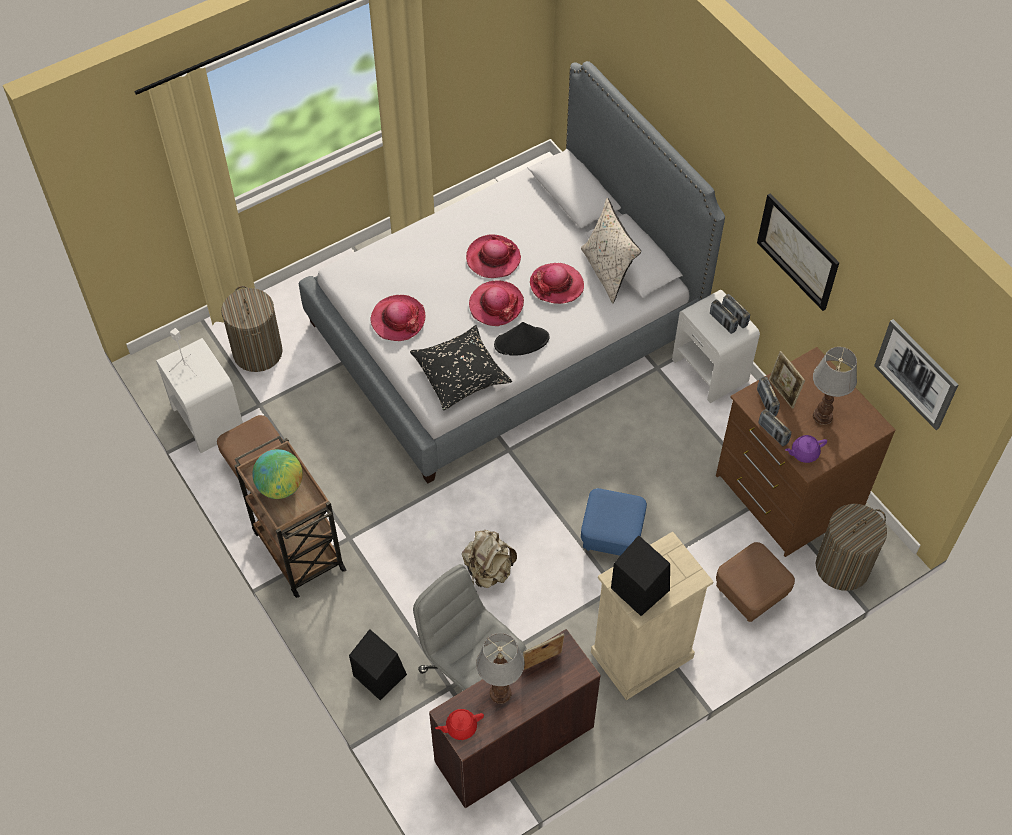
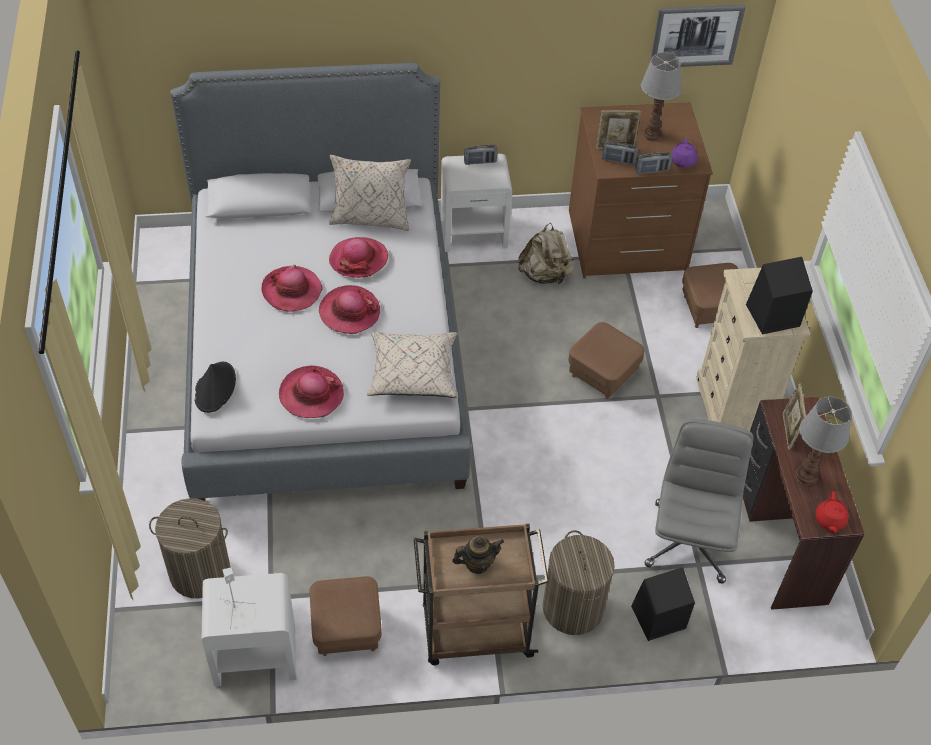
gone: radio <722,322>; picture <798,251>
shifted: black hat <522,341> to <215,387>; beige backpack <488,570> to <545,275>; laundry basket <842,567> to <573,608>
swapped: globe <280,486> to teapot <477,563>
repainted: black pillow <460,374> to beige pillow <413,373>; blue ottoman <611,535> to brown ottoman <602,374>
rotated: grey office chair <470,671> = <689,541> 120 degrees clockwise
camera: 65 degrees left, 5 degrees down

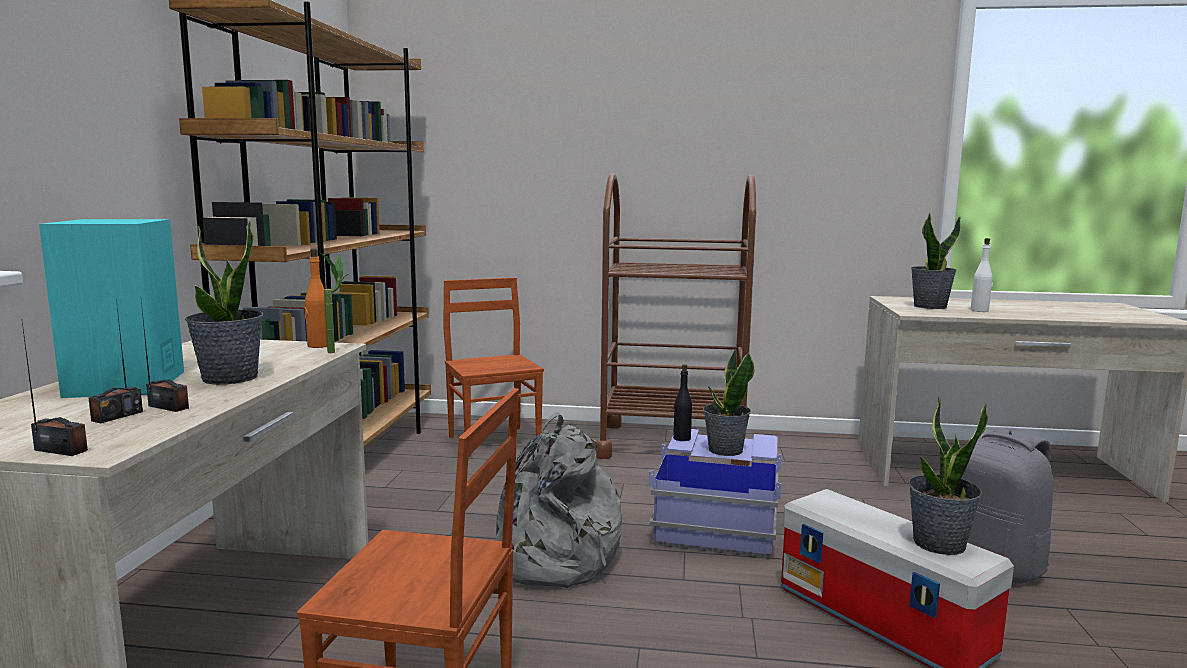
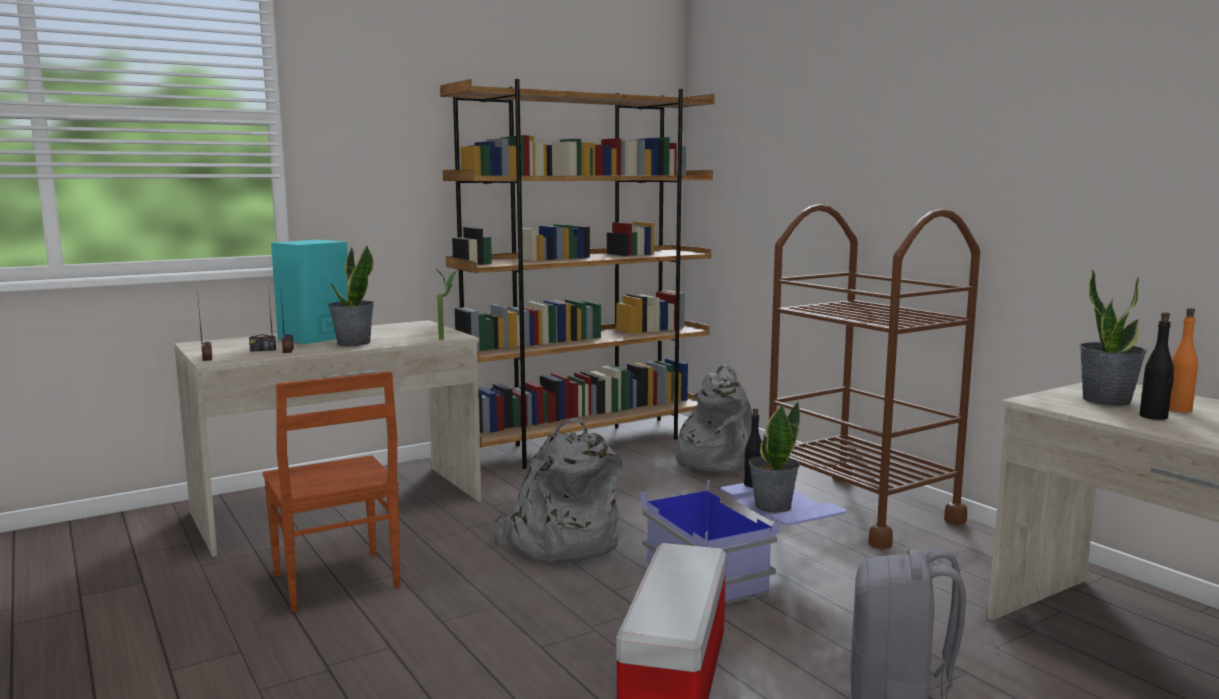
gone: potted plant <939,544>
shifted: orange bottle <318,345> to <1177,409>
swapped: brown chair <495,441> to grey backpack <715,460>
repainted: white bottle <979,310> to black bottle <1154,417>
camera: 50 degrees right, 0 degrees up

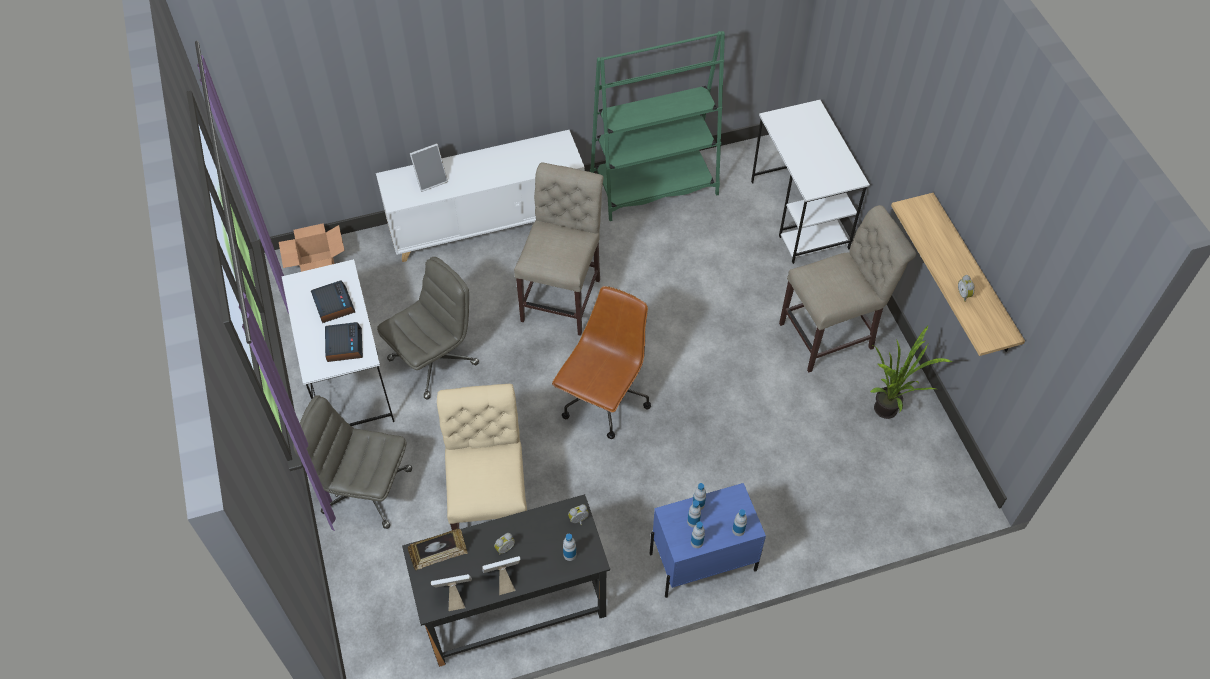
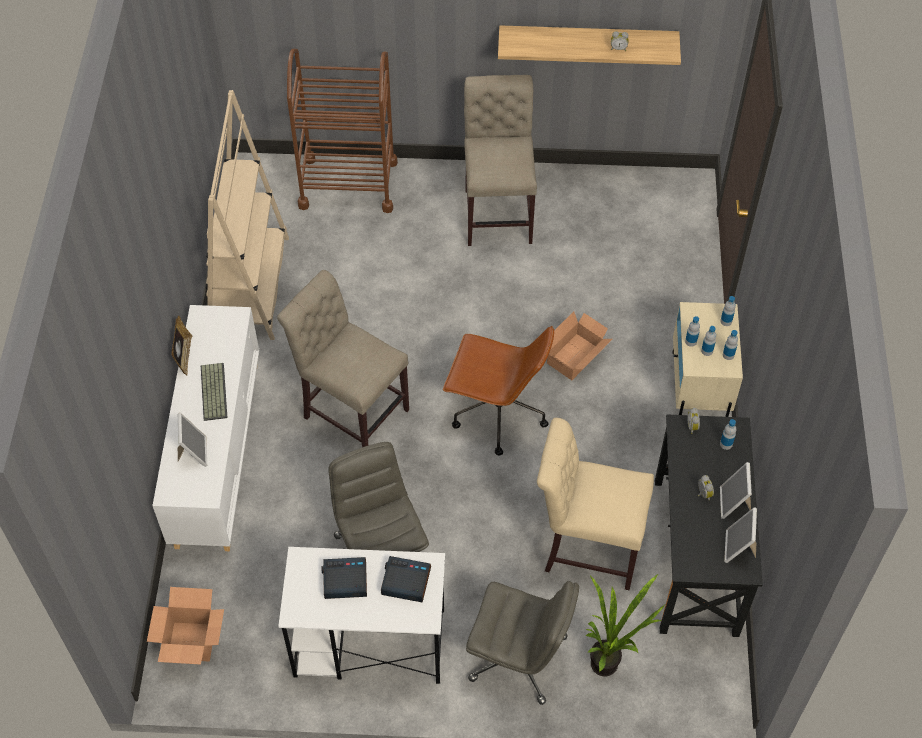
new: keyboard <212,391>; cardboard box <576,357>
shifted: picture frame <439,557> to <184,356>; potted plant <888,414> to <610,663>
swapped: white desk <799,215> to brown cart <348,184>
repainted: green bookcase <654,187> to beige bookcase <249,287>; blue nightstand <702,561> to beige nightstand <697,391>
rotated: brown office chair <604,401> = <497,414> 150 degrees clockwise; grey office chair <366,490> = <519,658> 105 degrees counterclockwise
camera: 70 degrees left, 0 degrees up

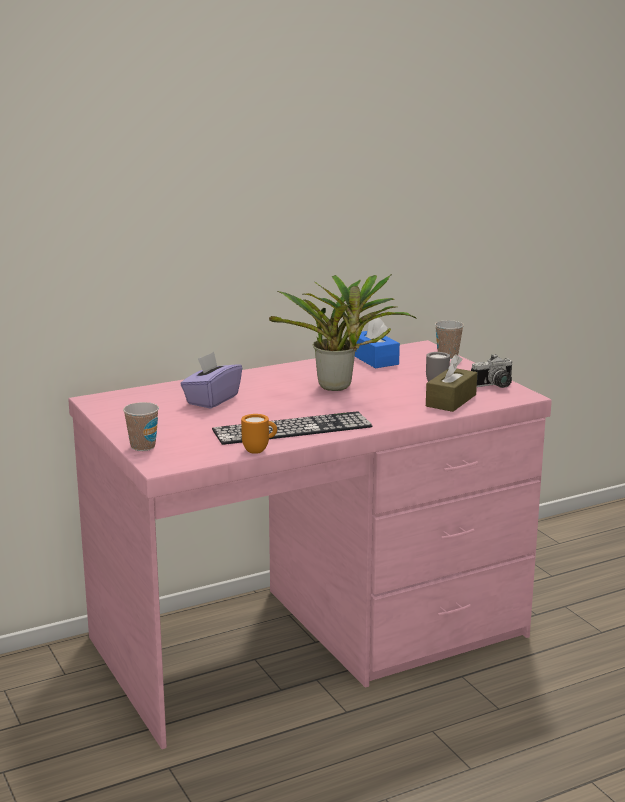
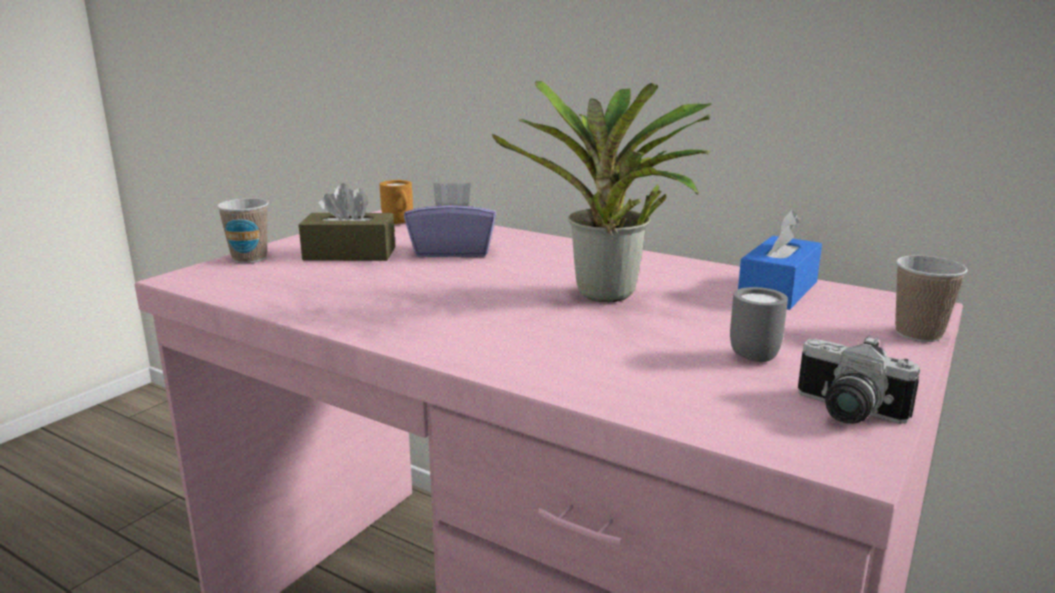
gone: keyboard <292,428>
shifted: brown tissue box <451,400> to <349,254>; orange mug <259,450> to <399,223>
camera: 60 degrees right, 0 degrees up

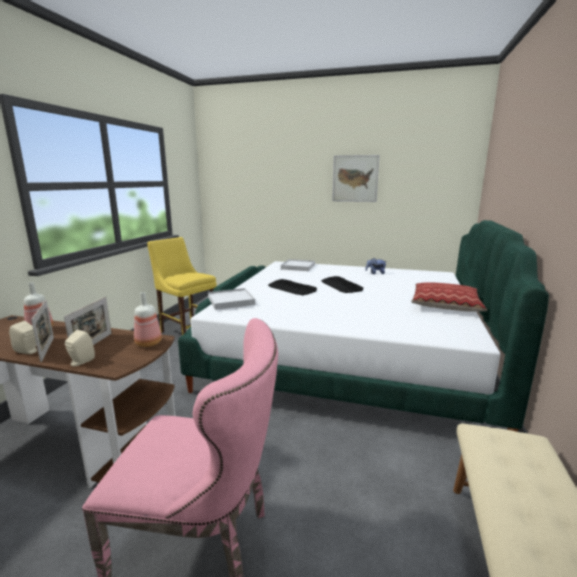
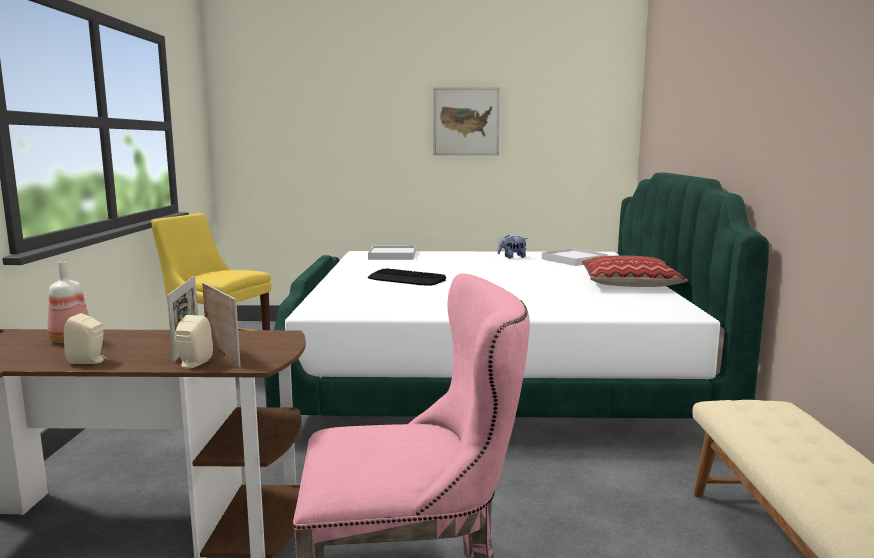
gone: bottle <149,344>; keyboard <341,285>
shifted: picture frame <47,349> to <222,354>; white tray <231,301> to <574,260>
camera: 15 degrees left, 5 degrees down

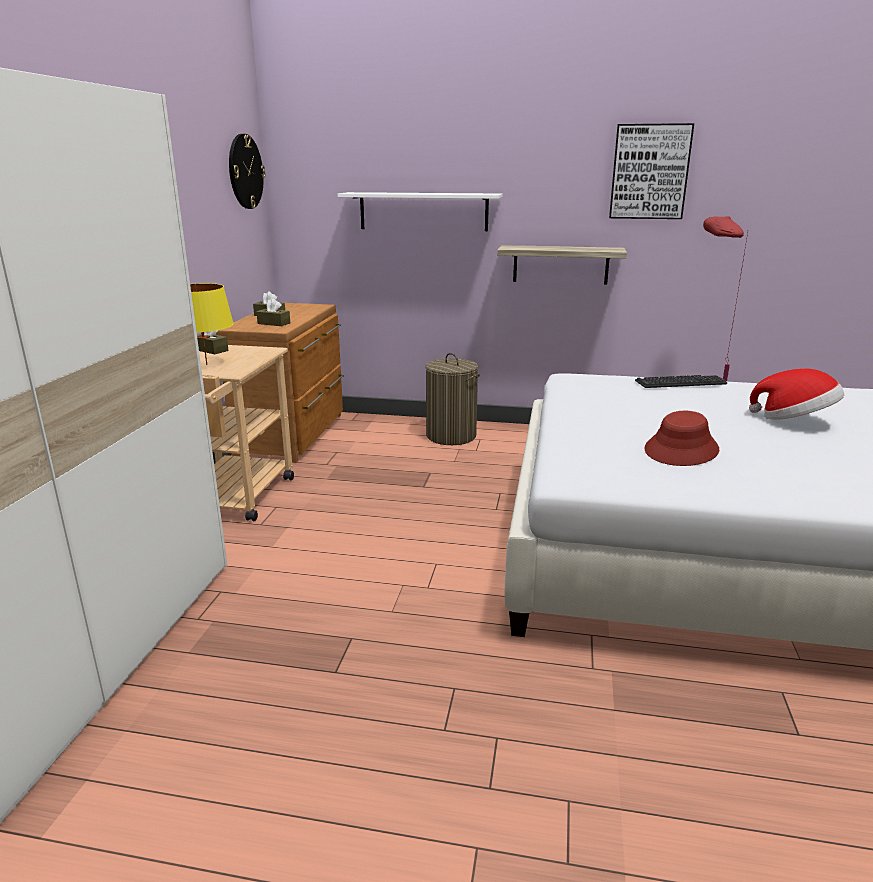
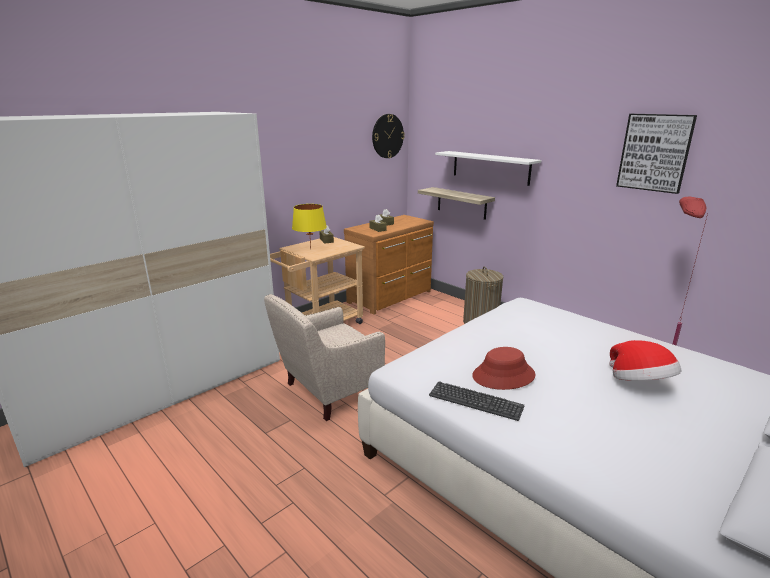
new: beige armchair <327,391>
shifted: shelf <560,264> to <461,203>; keyboard <680,383> to <475,401>
camera: 35 degrees right, 0 degrees up

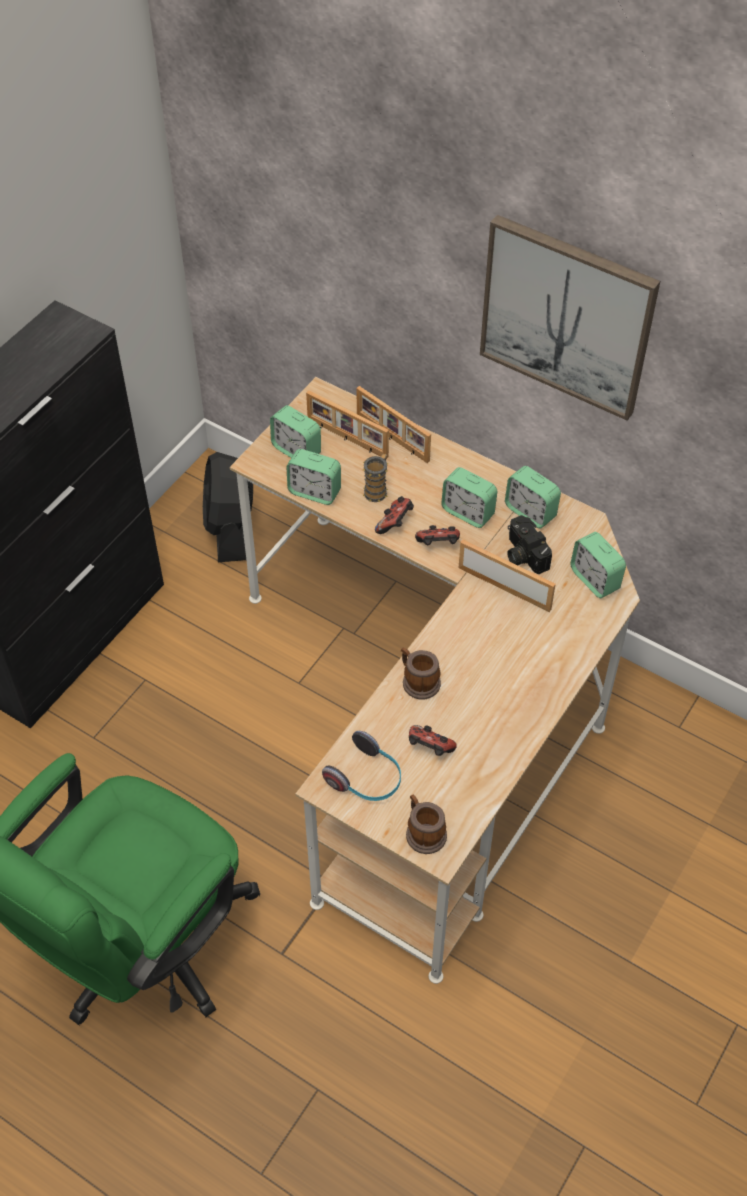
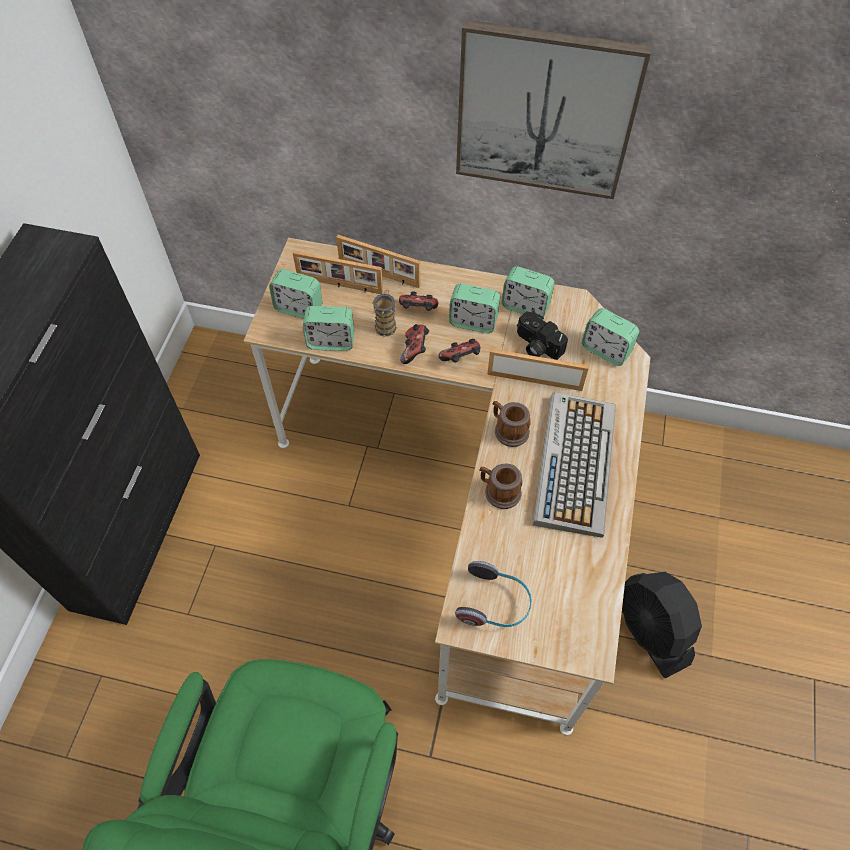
new: keyboard <574,462>
shifted: game controller <429,748> to <418,310>; mug <423,832> to <508,430>; black fan <230,527> to <650,630>
camera: 20 degrees left, 5 degrees up

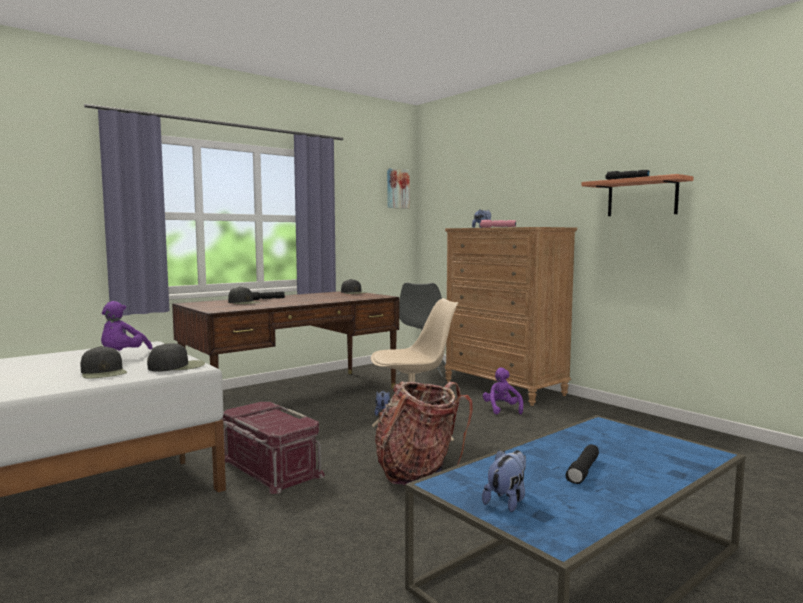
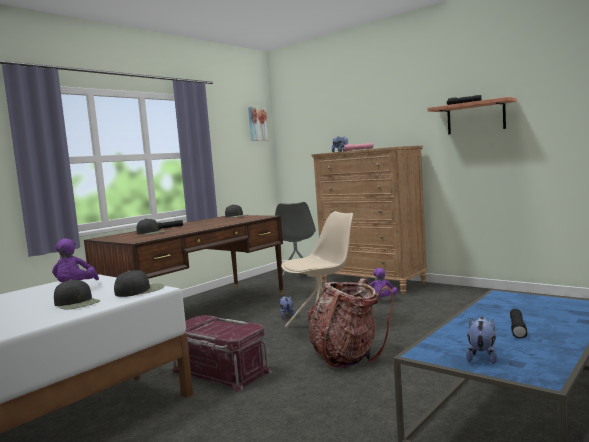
rotated: purple plush toy <502,409> = <382,300> 150 degrees counterclockwise
camera: 10 degrees left, 0 degrees up

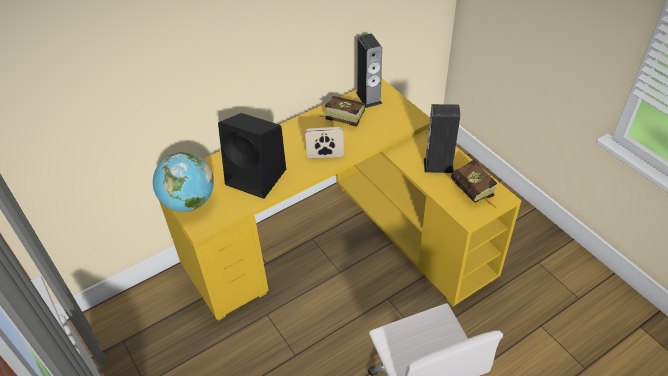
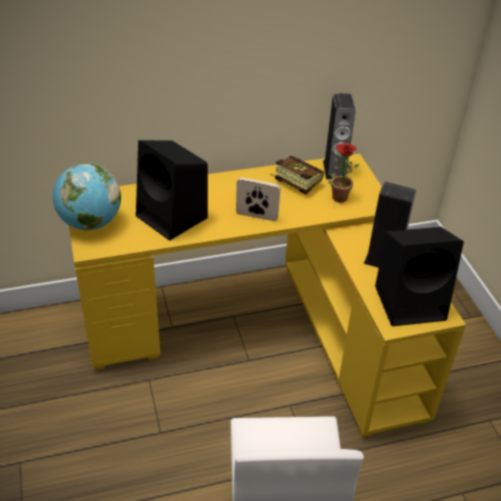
new: potted plant <337,196>
swapped: book <474,194> to black speaker <411,302>
camera: 15 degrees right, 5 degrees down

